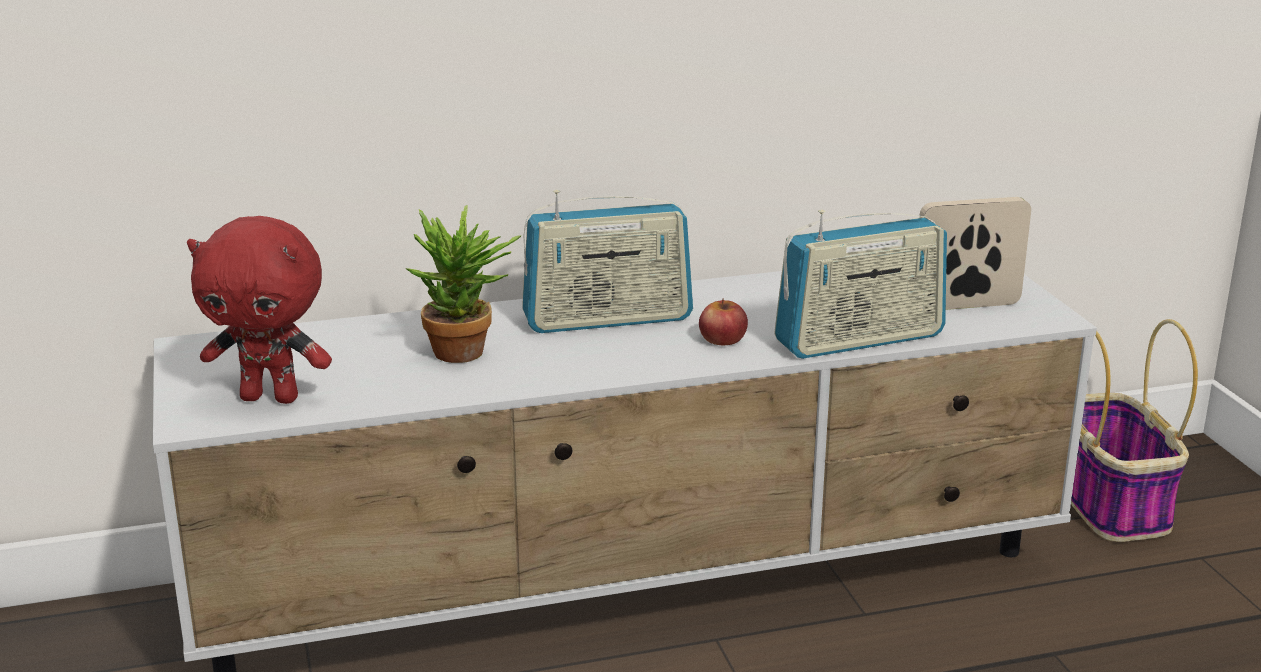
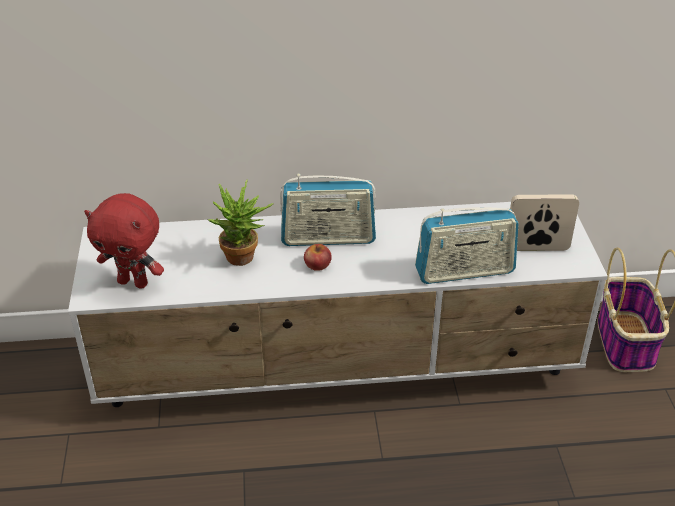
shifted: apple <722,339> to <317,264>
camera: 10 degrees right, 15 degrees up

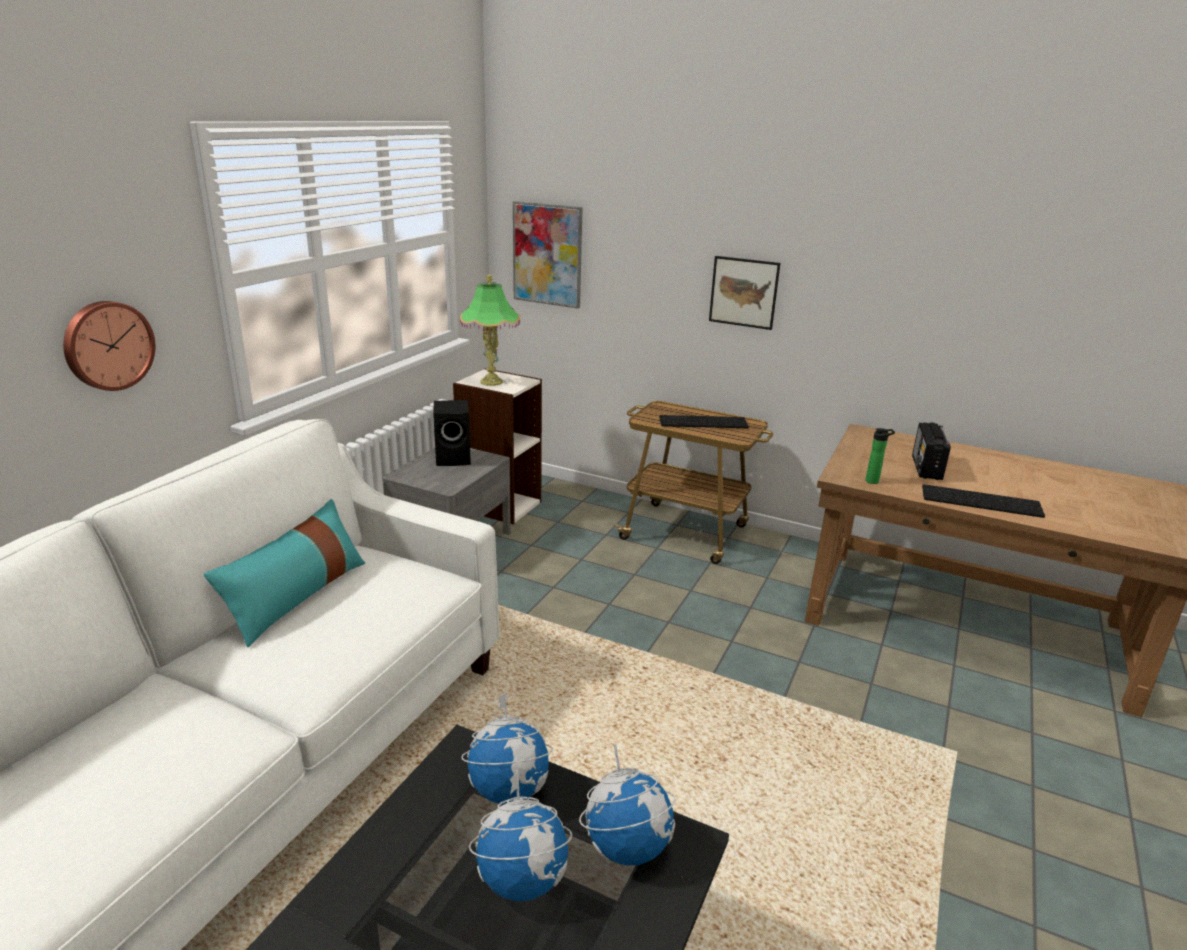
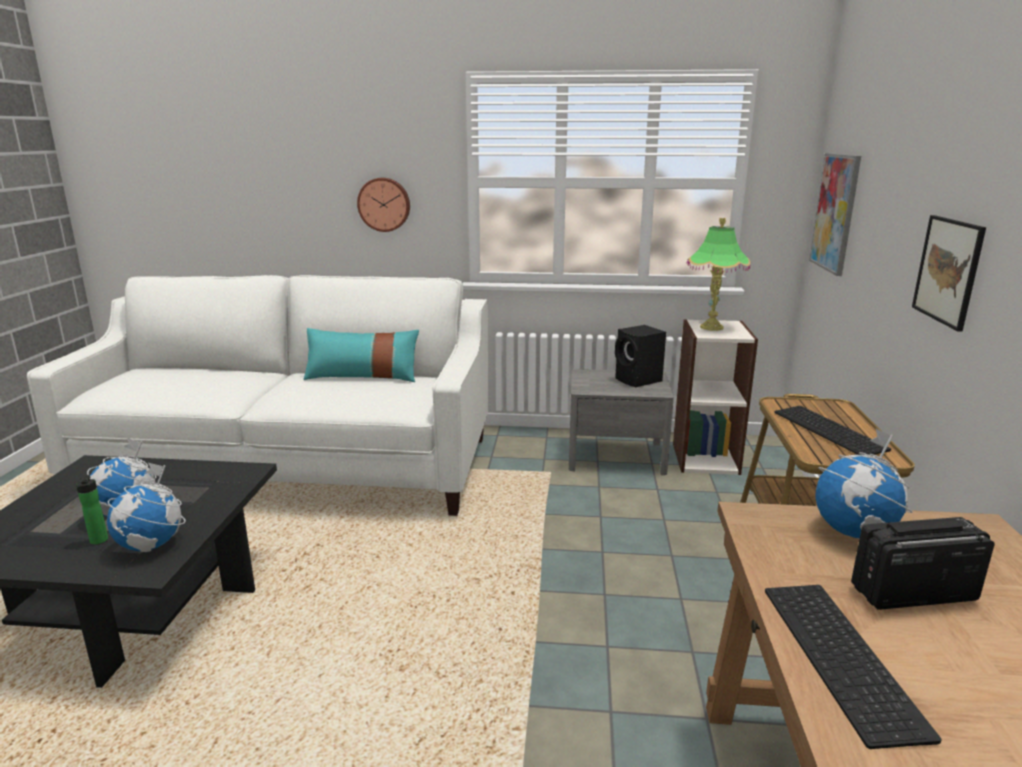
shifted: bottle <874,481> to <98,541>; globe <509,789> to <855,532>
camera: 70 degrees right, 5 degrees down

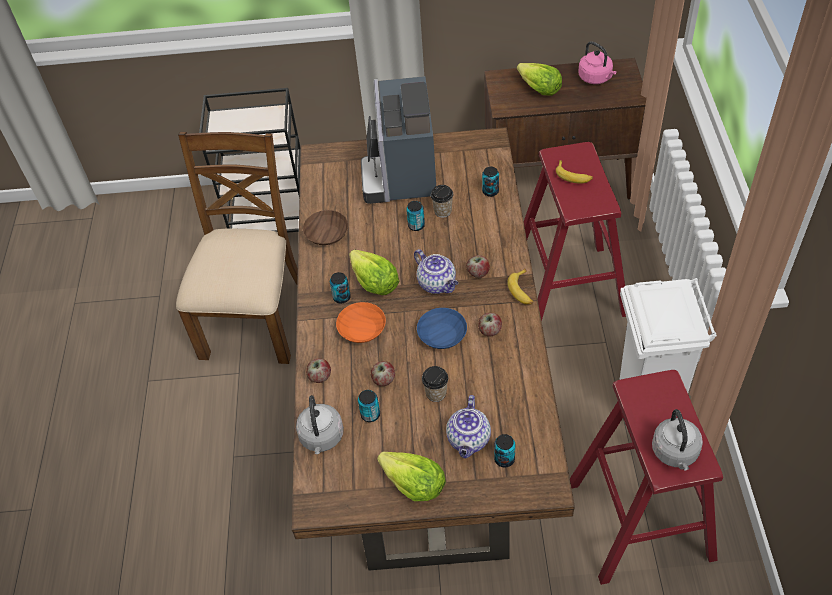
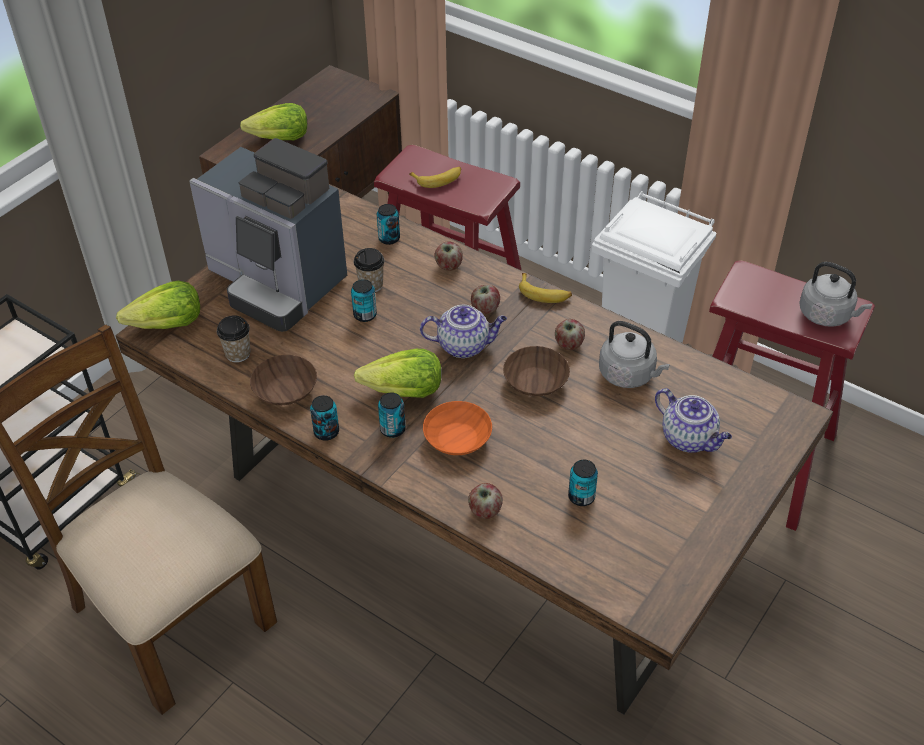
gone: pink kettle <596,78>
shifted: lettuce <413,484> to <167,325>; cup <436,393> to <238,354>; can <504,459> to <326,432>; apple <383,380> to <448,266>; grey kettle <322,438> to <629,375>
repainted: blue bowl <443,334> to brown bowl <535,380>
camera: 55 degrees left, 5 degrees down

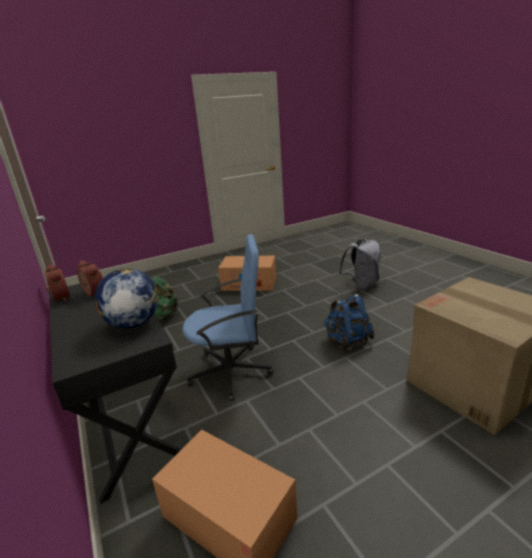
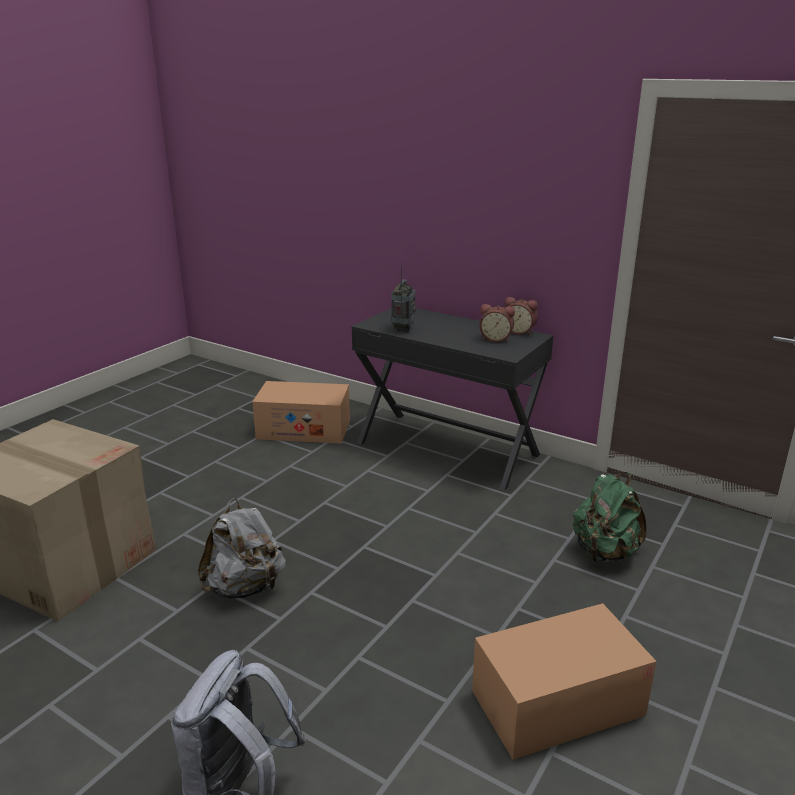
gone: blue office chair <232,371>
swapped: globe <133,323> to radio <403,329>
repainted: blue backpack <347,342> to grey backpack <245,587>
camera: 150 degrees right, 0 degrees up

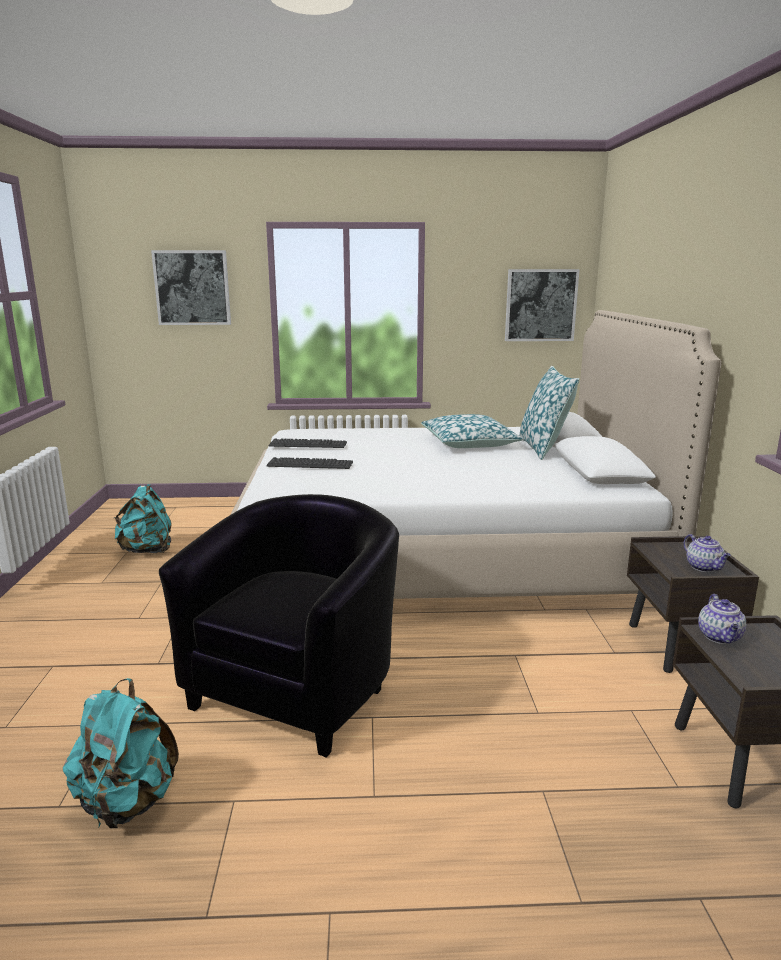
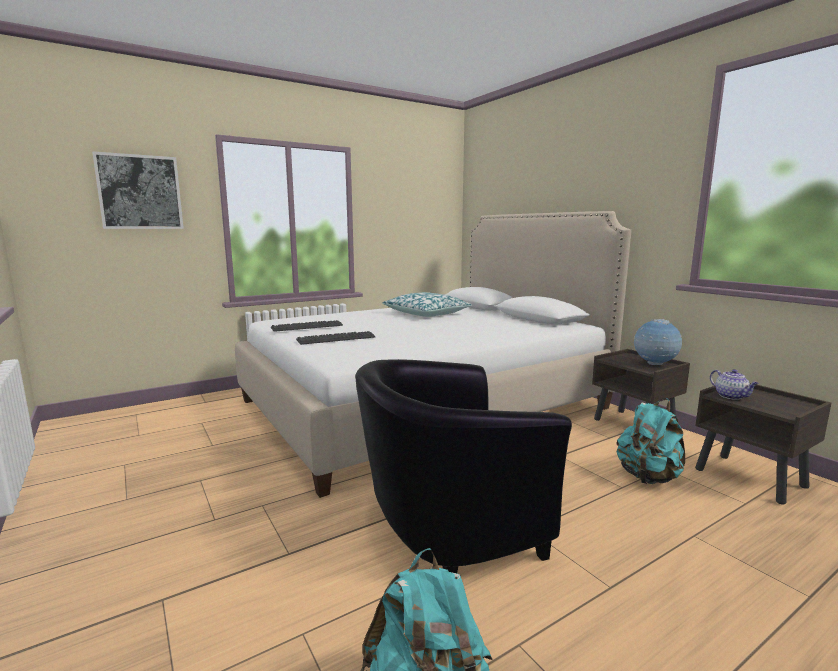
gone: picture <540,305>; pillow <544,448>
shifted: turquoise backpack <147,550> to <648,477>
swapped: teapot <704,567> to globe <654,364>
rotated: black armchair <299,688> = <446,528> 105 degrees counterclockwise
camera: 30 degrees left, 5 degrees down

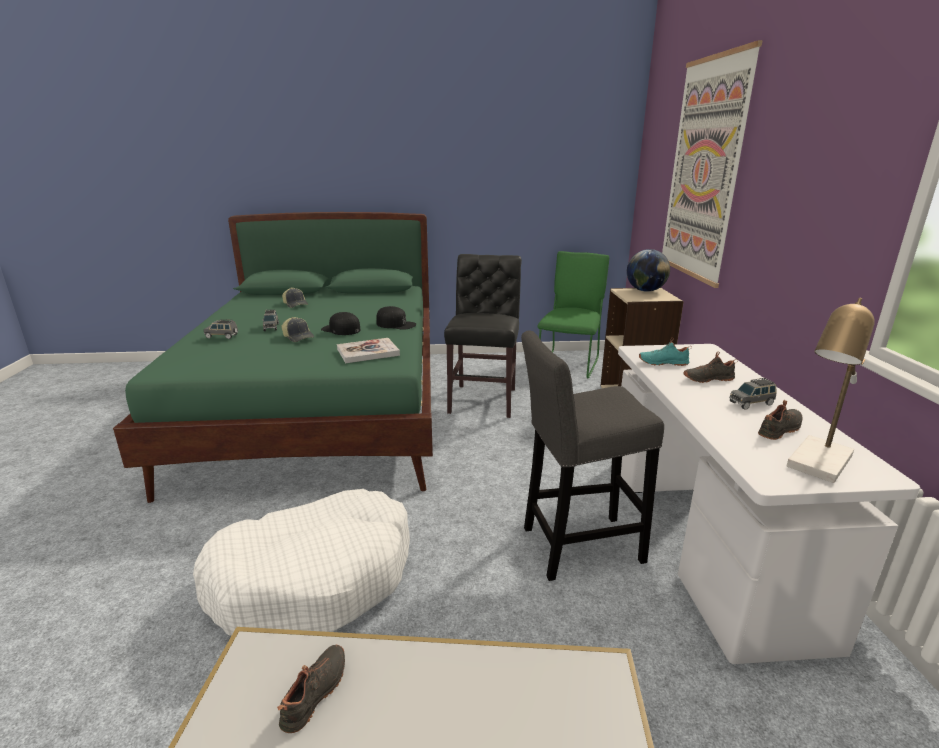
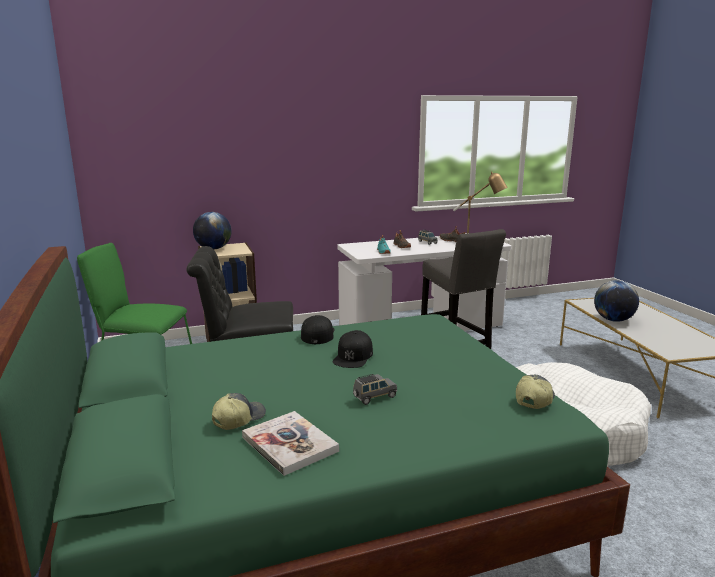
gone: grey toy car <222,336>; black shoe <316,693>; picture <703,171>
new: globe <613,320>
shifted: book <368,352> to <289,444>; cap <298,337> to <533,399>
camera: 105 degrees left, 5 degrees down

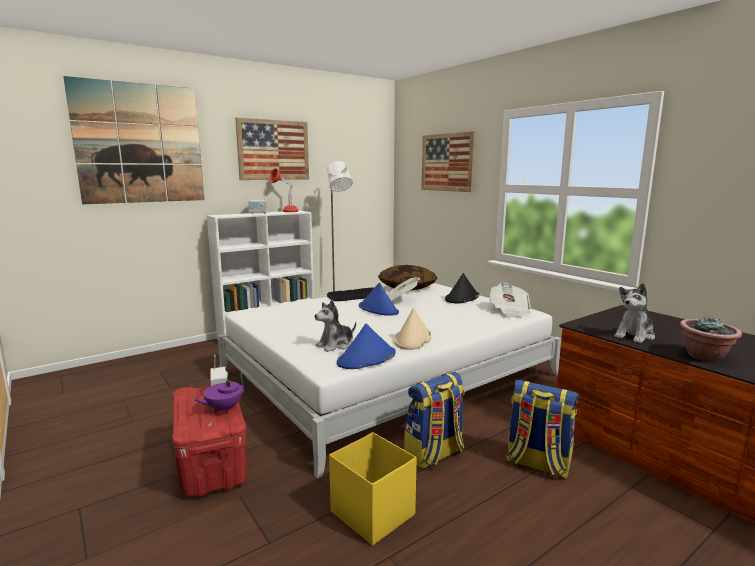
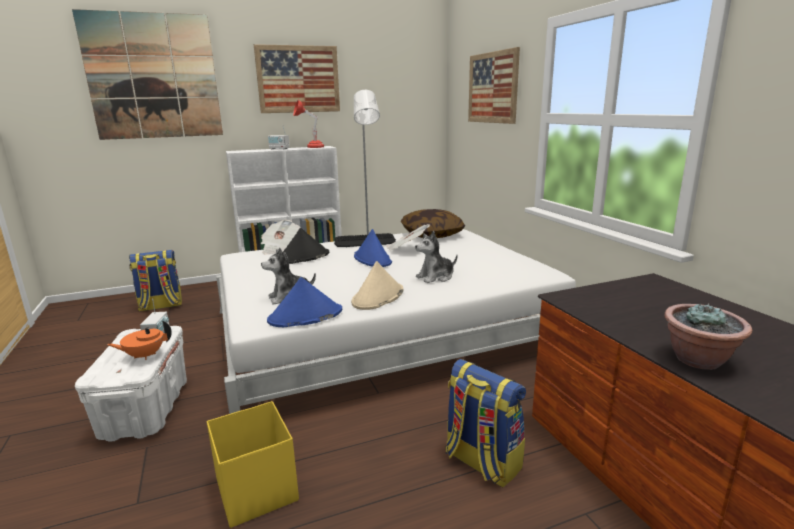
shifted: backpack <434,454> to <160,306>; newspaper <509,311> to <280,248>; black hat <462,298> to <303,257>; plush toy <634,335> to <436,277>
repainted: red storage box <211,464> to white storage box <146,408>; purple teapot <223,408> to orange teapot <145,355>
camera: 15 degrees right, 5 degrees up

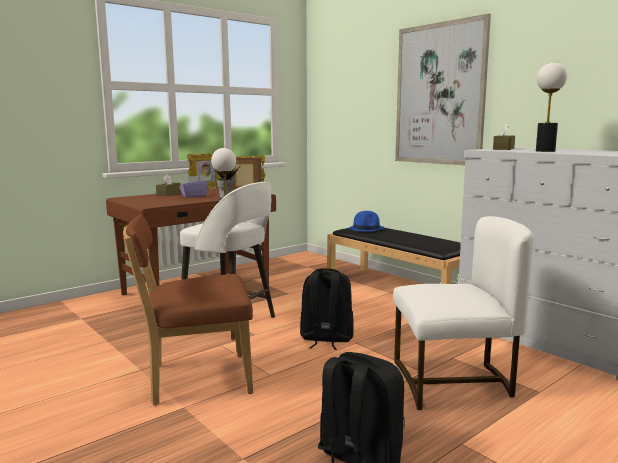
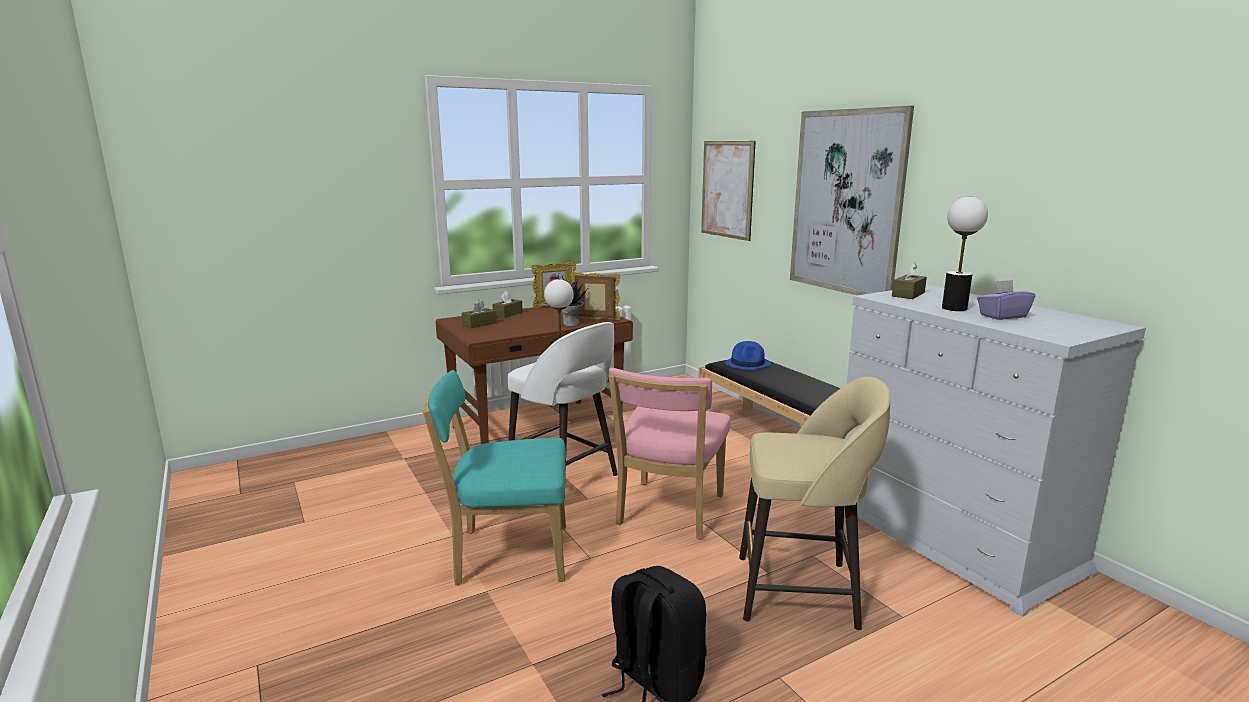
new: brown tissue box <479,324>; picture <727,189>
shifted: purple tissue box <194,196> to <1002,316>
swapped: black backpack <326,339> to pink chair <668,513>; white chair <453,382> to beige stool <801,591>
repainted: brown chair <194,379> to turquoise chair <506,555>
camera: 10 degrees right, 5 degrees up

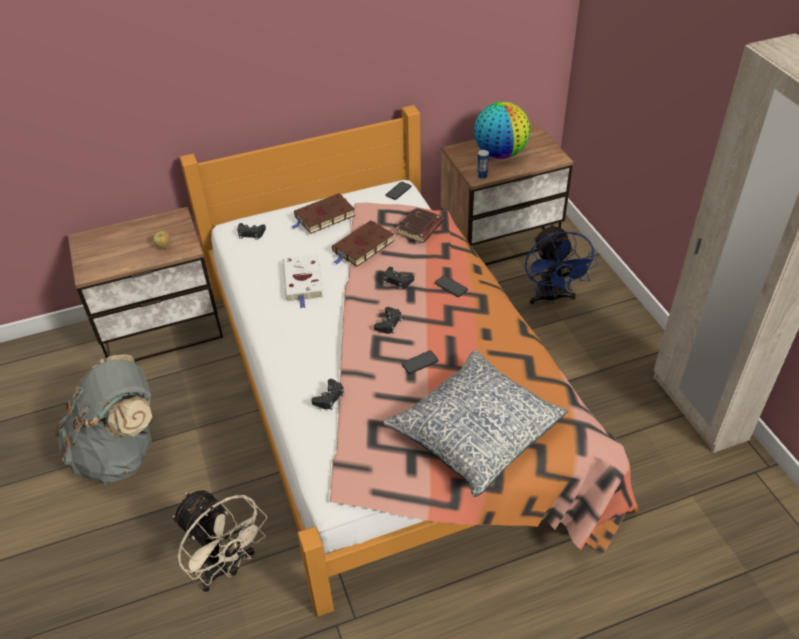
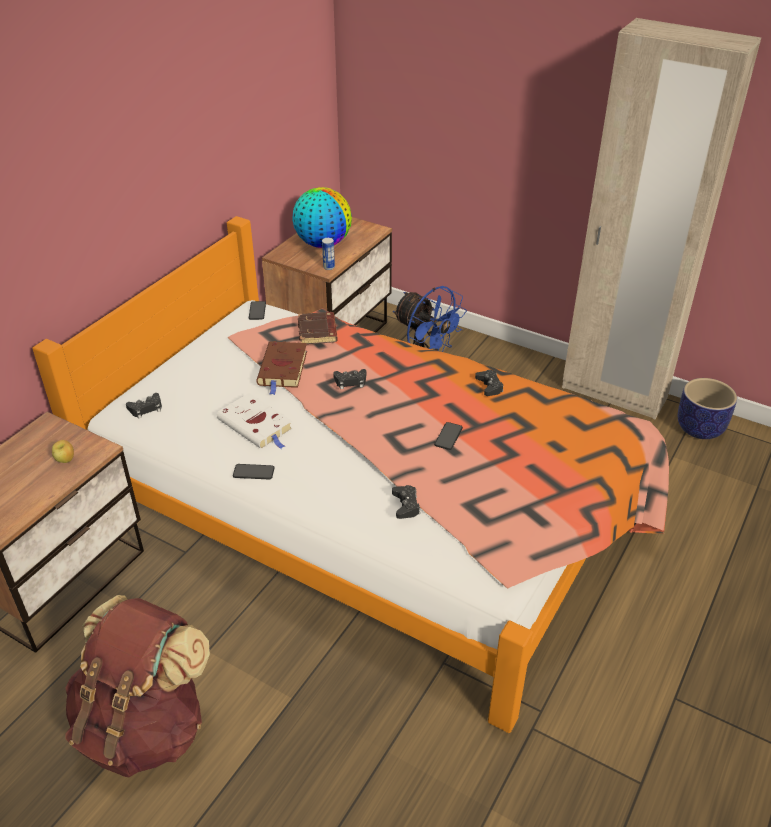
gone: beige fan <226,568>; brown book <323,217>; pillow <475,431>
new: planter <700,428>
shifted: phone <451,287> to <253,472>; black game controller <389,323> to <489,386>
repainted: grey backpack <121,452> to brown backpack <145,725>
camera: 40 degrees left, 5 degrees down

